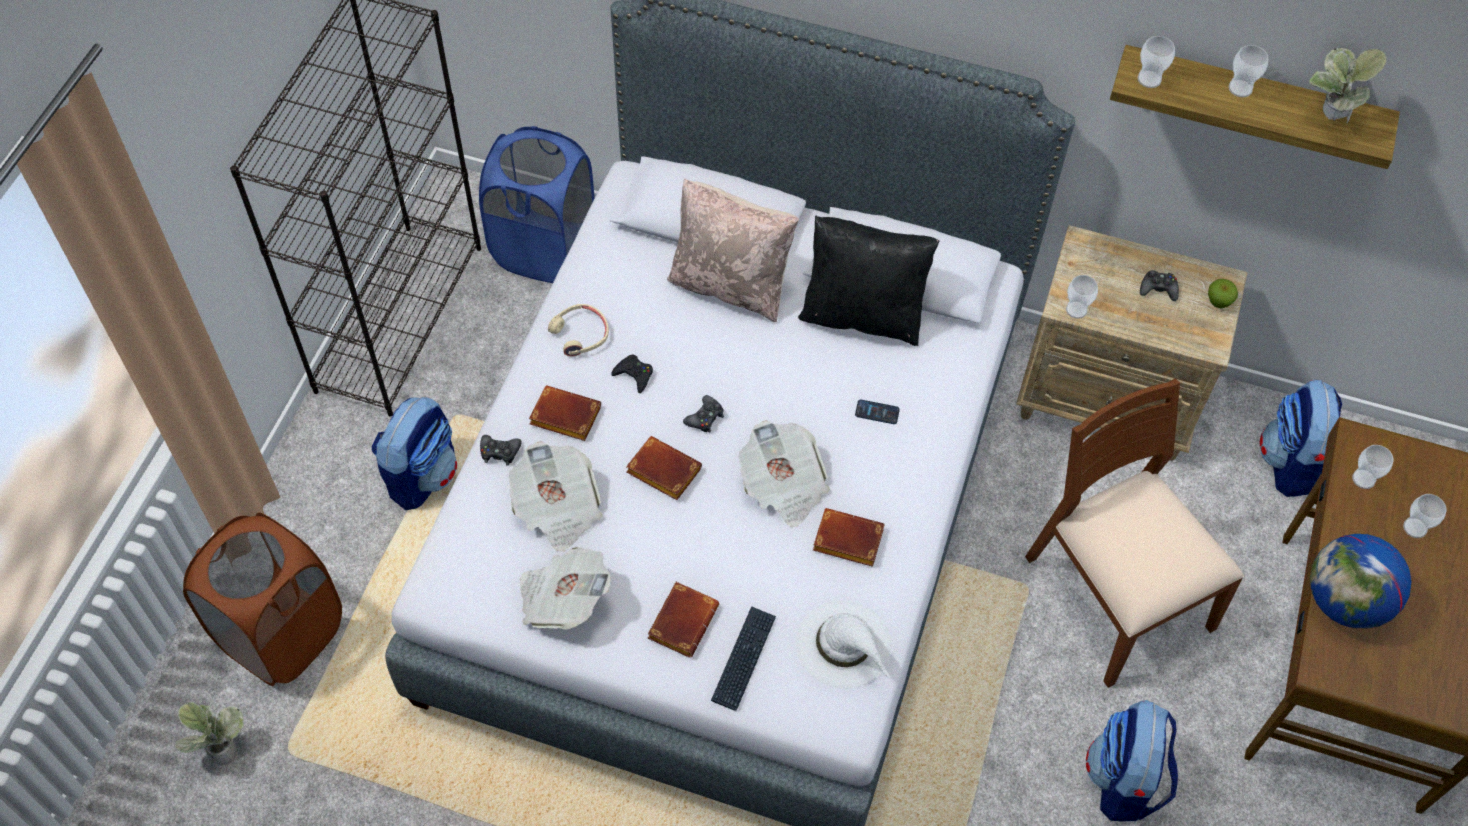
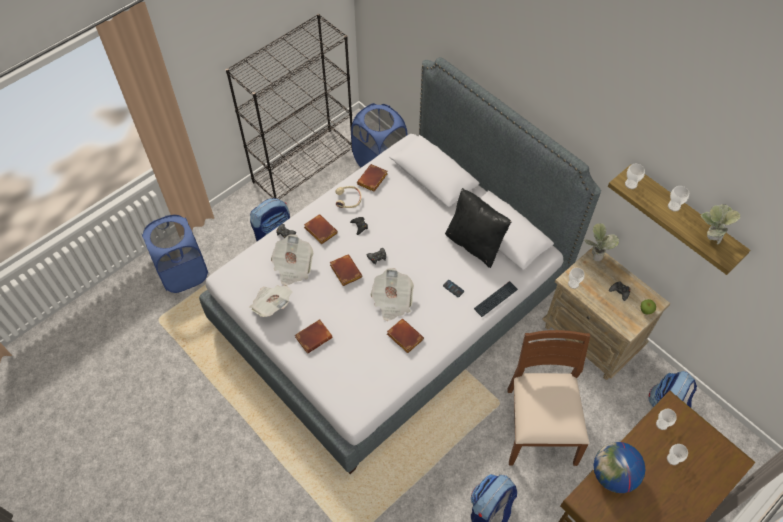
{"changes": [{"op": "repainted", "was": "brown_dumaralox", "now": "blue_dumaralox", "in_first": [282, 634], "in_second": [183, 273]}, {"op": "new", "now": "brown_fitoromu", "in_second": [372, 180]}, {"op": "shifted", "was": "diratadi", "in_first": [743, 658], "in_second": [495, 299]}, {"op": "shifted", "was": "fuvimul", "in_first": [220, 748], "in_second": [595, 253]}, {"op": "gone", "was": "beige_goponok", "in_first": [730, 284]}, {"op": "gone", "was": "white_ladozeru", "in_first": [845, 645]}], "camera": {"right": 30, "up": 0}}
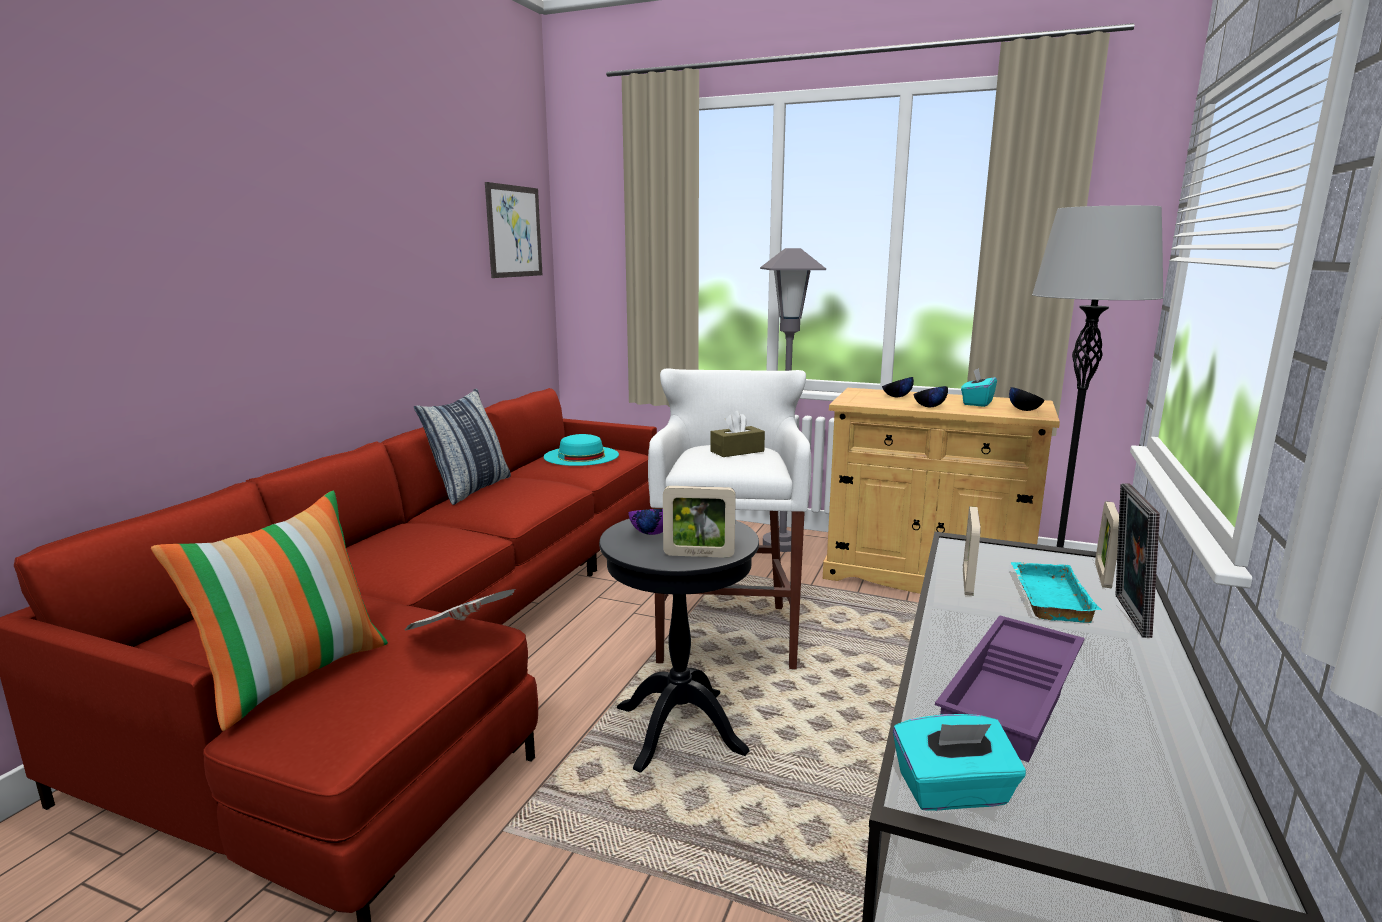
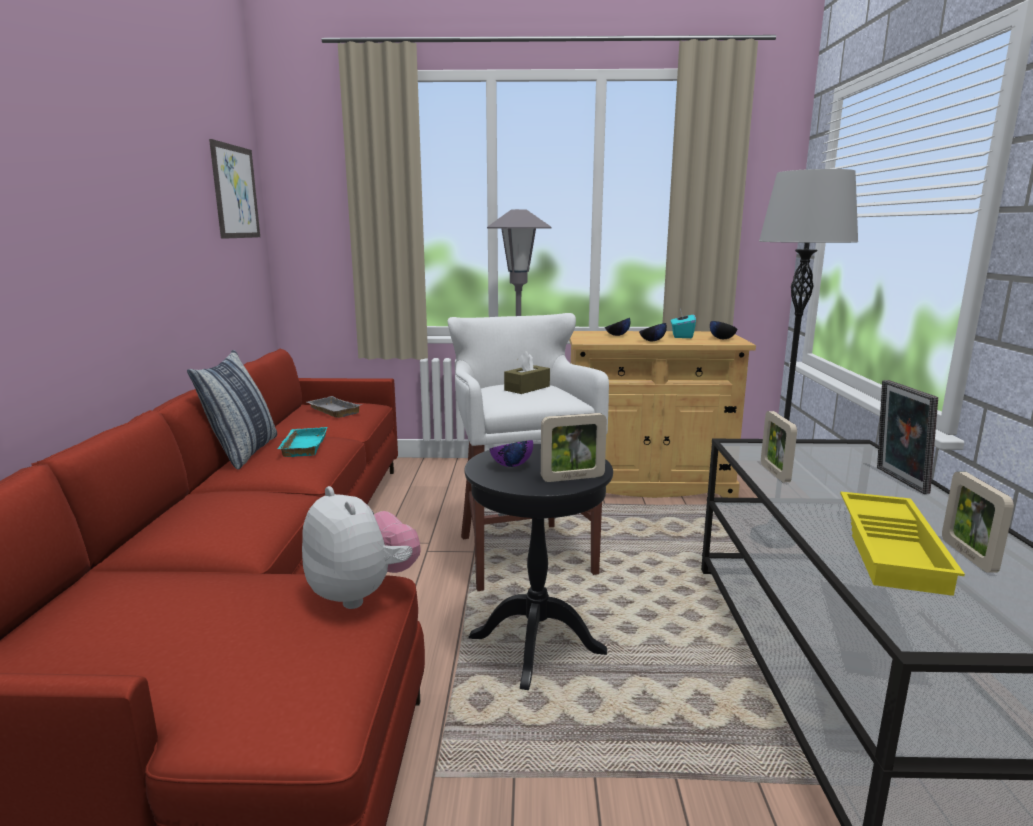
{"changes": [{"op": "shifted", "was": "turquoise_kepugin", "in_first": [1046, 597], "in_second": [302, 446]}, {"op": "swapped", "was": "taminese", "now": "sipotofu", "in_first": [462, 638], "in_second": [362, 593]}, {"op": "swapped", "was": "turquoise_ladozeru", "now": "grey_kepugin", "in_first": [581, 456], "in_second": [332, 411]}, {"op": "repainted", "was": "purple_kepugin", "now": "yellow_kepugin", "in_first": [1015, 696], "in_second": [894, 550]}, {"op": "shifted", "was": "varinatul", "in_first": [1102, 576], "in_second": [968, 555]}, {"op": "gone", "was": "goponok", "in_first": [295, 675]}, {"op": "gone", "was": "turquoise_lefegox", "in_first": [953, 792]}], "camera": {"right": -20, "up": 0}}
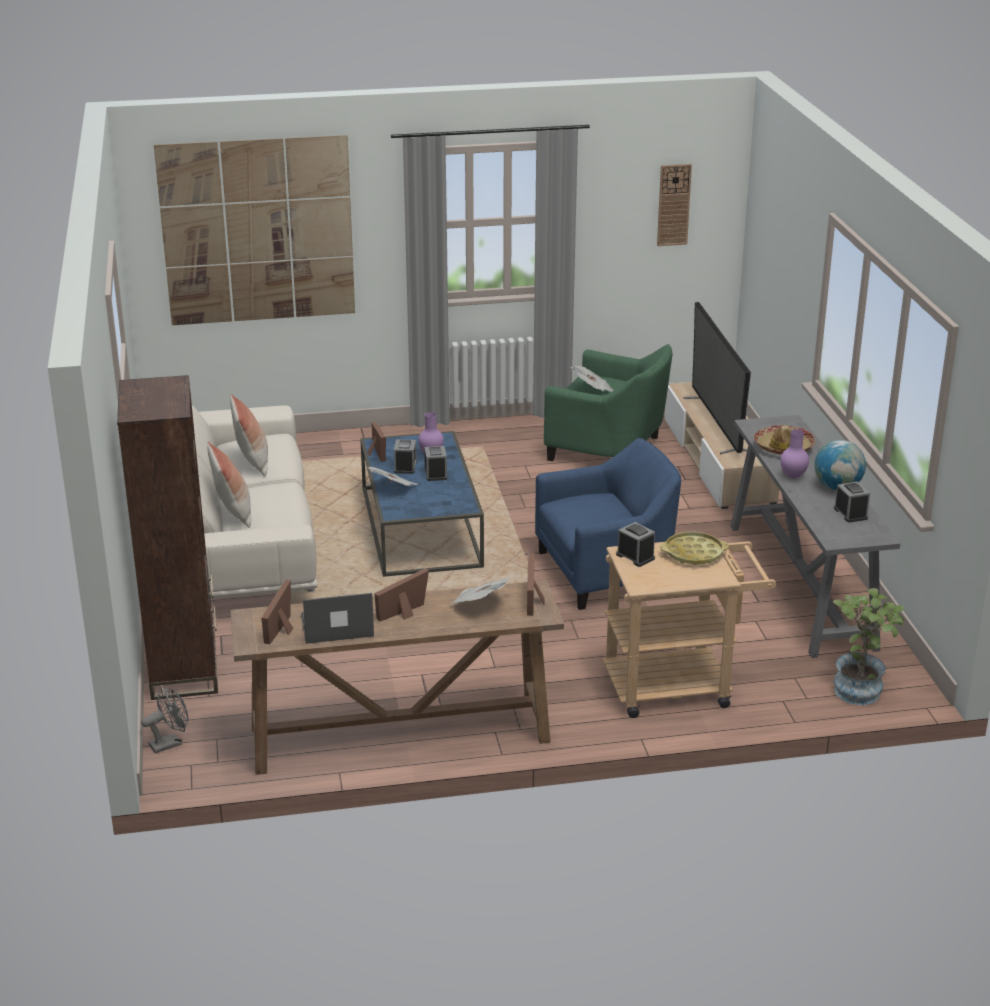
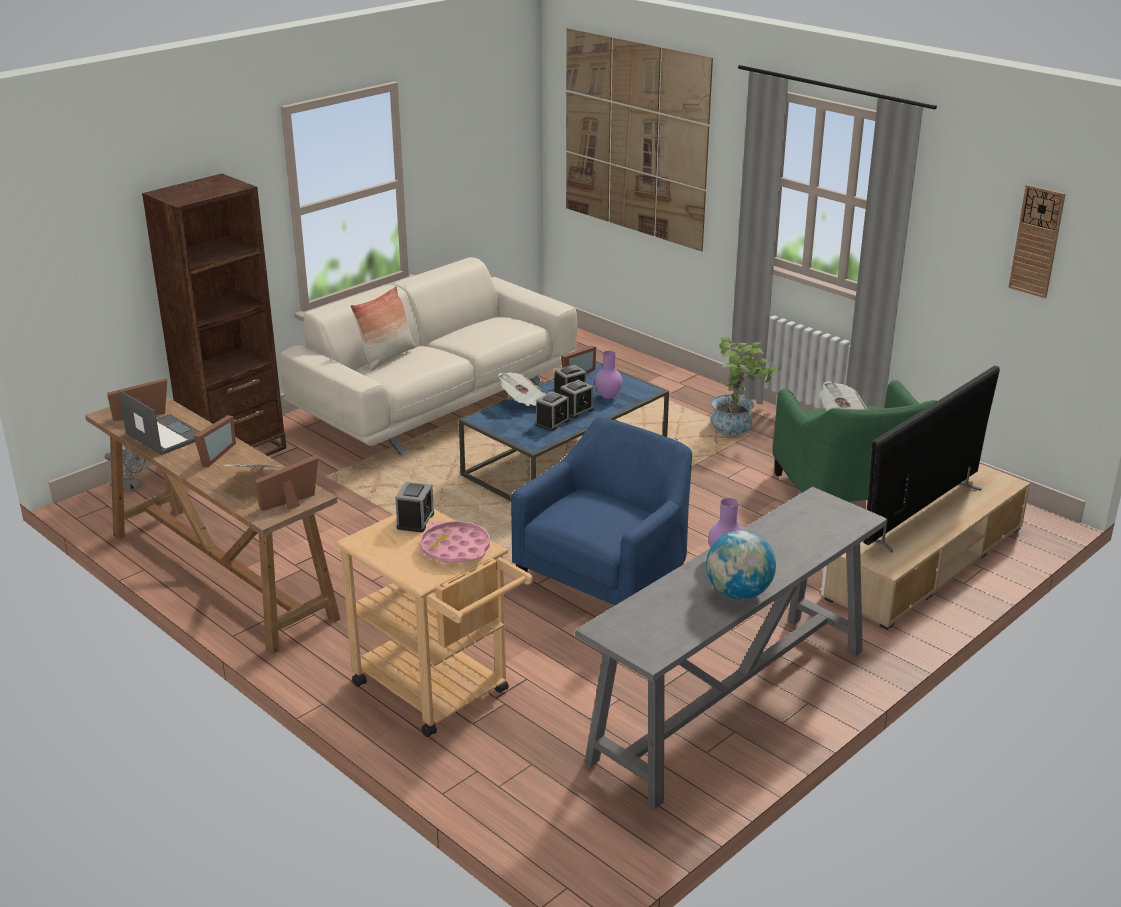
{"changes": [{"op": "rotated", "was": "varinatul", "in_first": [405, 613], "in_second": [212, 455], "clockwise": 90}, {"op": "repainted", "was": "yellow_kepugin", "now": "pink_kepugin", "in_first": [693, 553], "in_second": [455, 548]}, {"op": "rotated", "was": "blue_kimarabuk", "in_first": [606, 571], "in_second": [607, 577], "clockwise": -90}, {"op": "shifted", "was": "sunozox", "in_first": [850, 513], "in_second": [552, 423]}, {"op": "shifted", "was": "fuvimul", "in_first": [861, 688], "in_second": [737, 427]}, {"op": "gone", "was": "goponok", "in_first": [252, 462]}, {"op": "gone", "was": "ladozeru", "in_first": [783, 447]}], "camera": {"right": 55, "up": 0}}
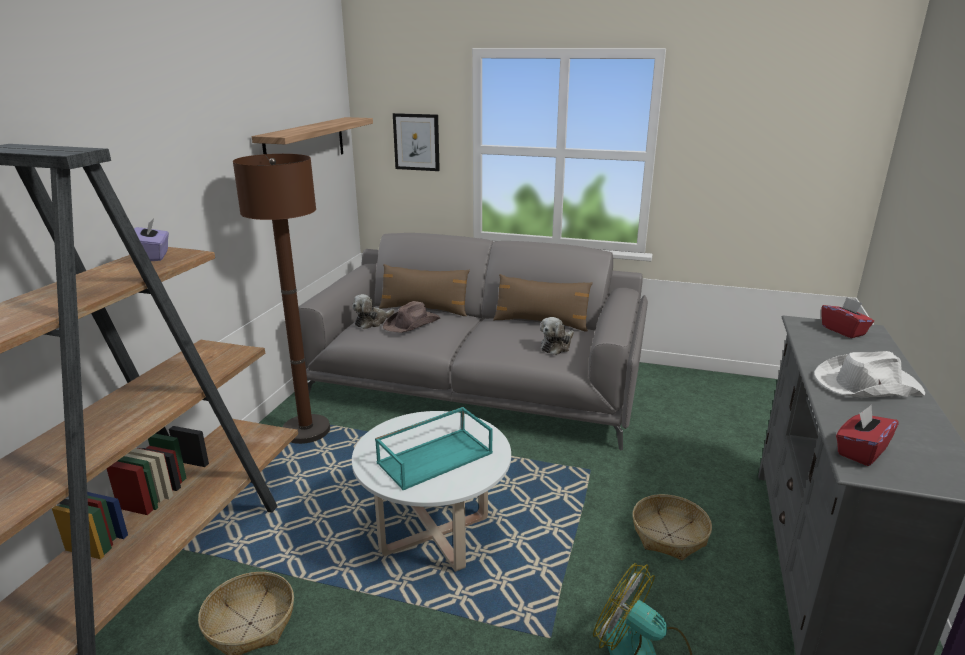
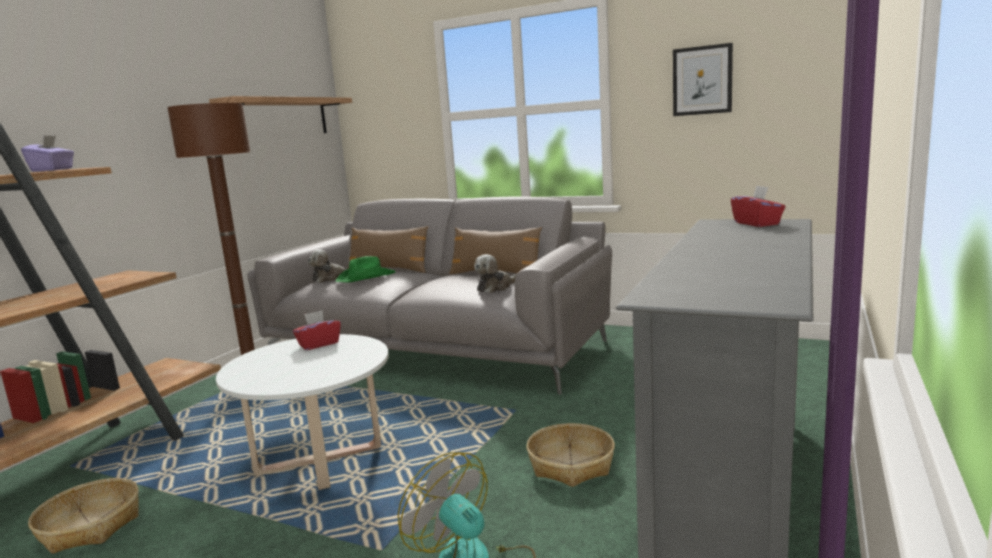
{"changes": [{"op": "shifted", "was": "red_lefegox", "in_first": [861, 451], "in_second": [318, 344]}, {"op": "repainted", "was": "brown_ladozeru", "now": "green_ladozeru", "in_first": [412, 324], "in_second": [366, 277]}, {"op": "shifted", "was": "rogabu", "in_first": [416, 142], "in_second": [702, 80]}, {"op": "gone", "was": "turquoise_kepugin", "in_first": [435, 457]}, {"op": "gone", "was": "white_ladozeru", "in_first": [865, 385]}], "camera": {"right": 10, "up": -10}}
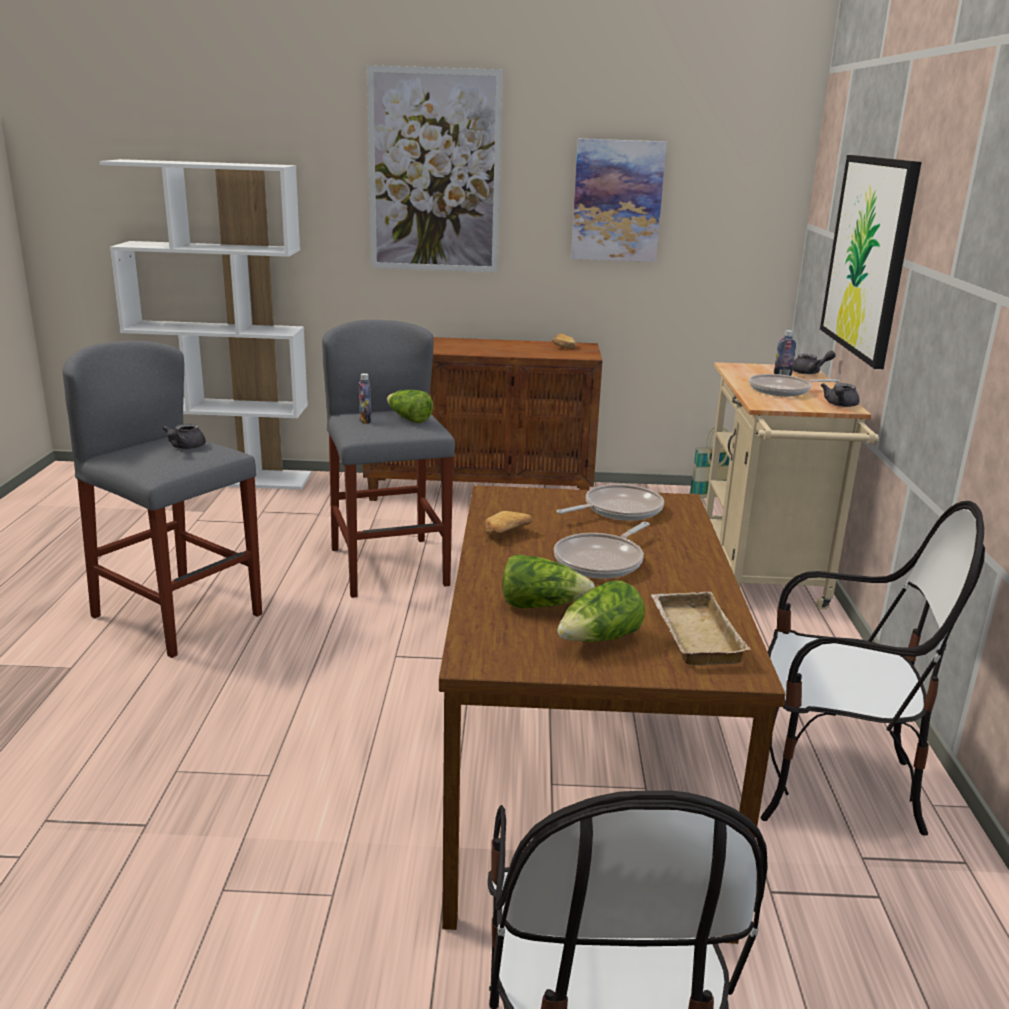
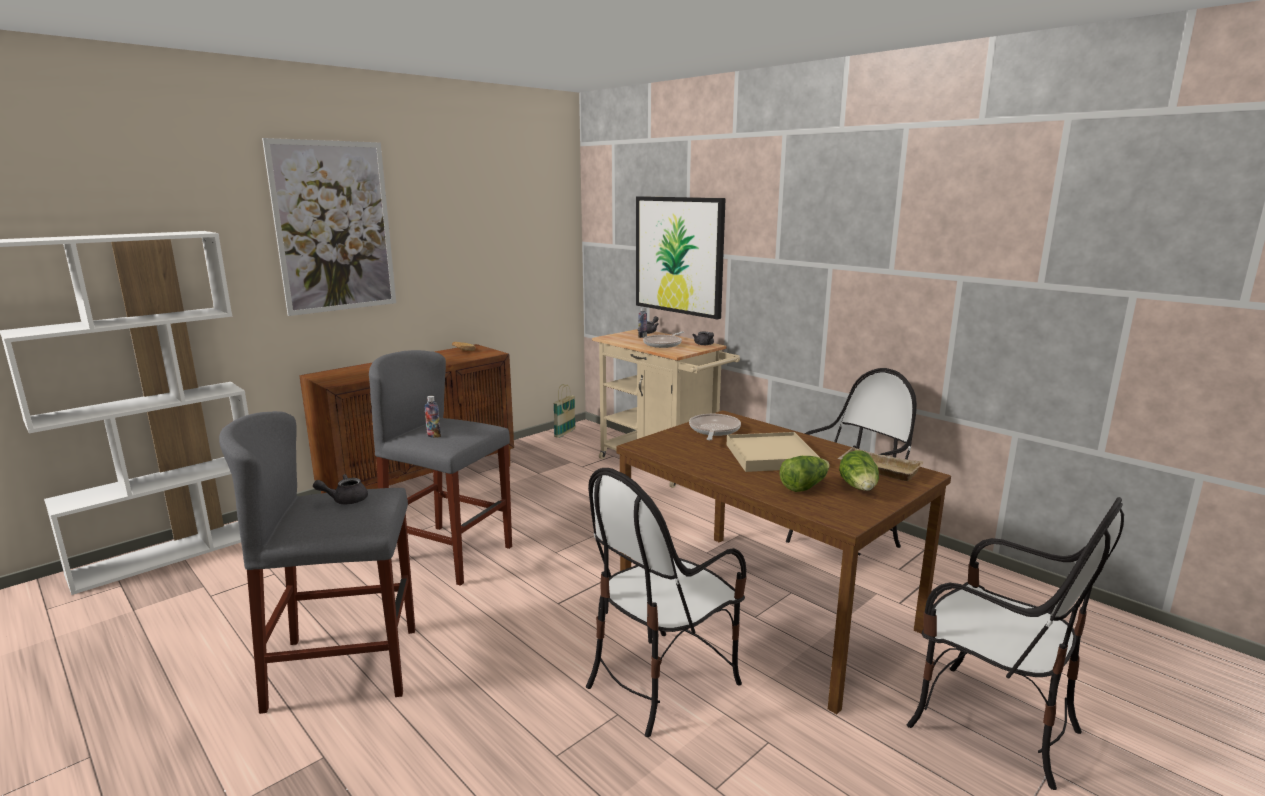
{"changes": [{"op": "rotated", "was": "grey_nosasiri", "in_first": [184, 447], "in_second": [345, 500], "clockwise": 105}, {"op": "new", "now": "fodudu", "in_second": [661, 681]}, {"op": "swapped", "was": "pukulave", "now": "beige_kepugin", "in_first": [602, 561], "in_second": [771, 456]}, {"op": "gone", "was": "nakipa", "in_first": [408, 419]}, {"op": "gone", "was": "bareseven", "in_first": [503, 534]}, {"op": "gone", "was": "rogabu", "in_first": [617, 201]}], "camera": {"right": -45, "up": -5}}
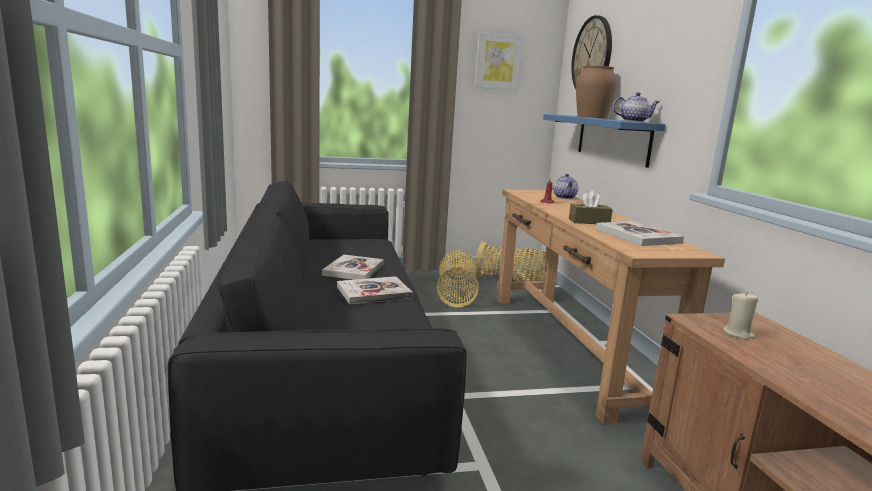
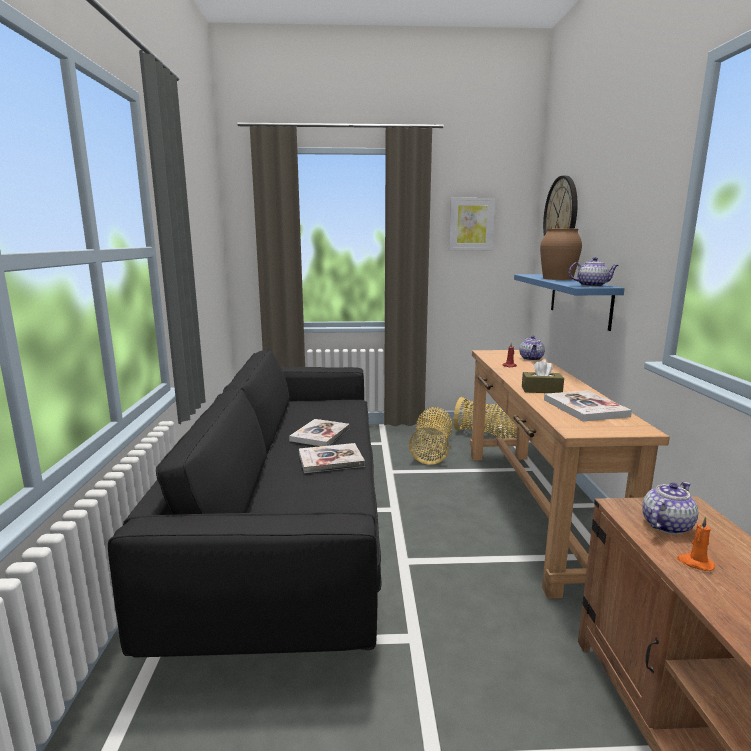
{"changes": [{"op": "swapped", "was": "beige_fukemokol", "now": "nosasiri", "in_first": [738, 334], "in_second": [666, 525]}, {"op": "new", "now": "orange_fukemokol", "in_second": [695, 563]}], "camera": {"right": 10, "up": 0}}
